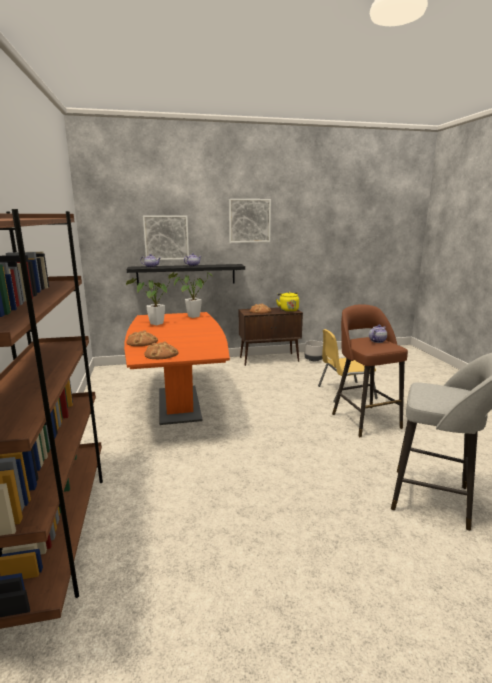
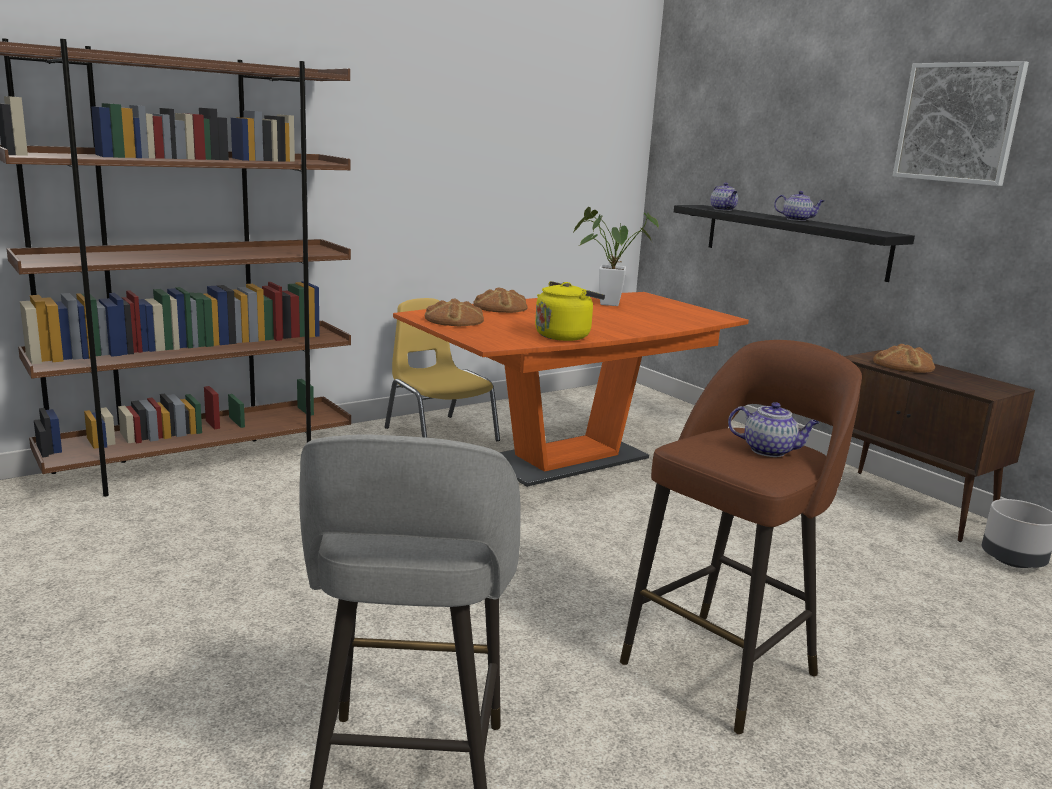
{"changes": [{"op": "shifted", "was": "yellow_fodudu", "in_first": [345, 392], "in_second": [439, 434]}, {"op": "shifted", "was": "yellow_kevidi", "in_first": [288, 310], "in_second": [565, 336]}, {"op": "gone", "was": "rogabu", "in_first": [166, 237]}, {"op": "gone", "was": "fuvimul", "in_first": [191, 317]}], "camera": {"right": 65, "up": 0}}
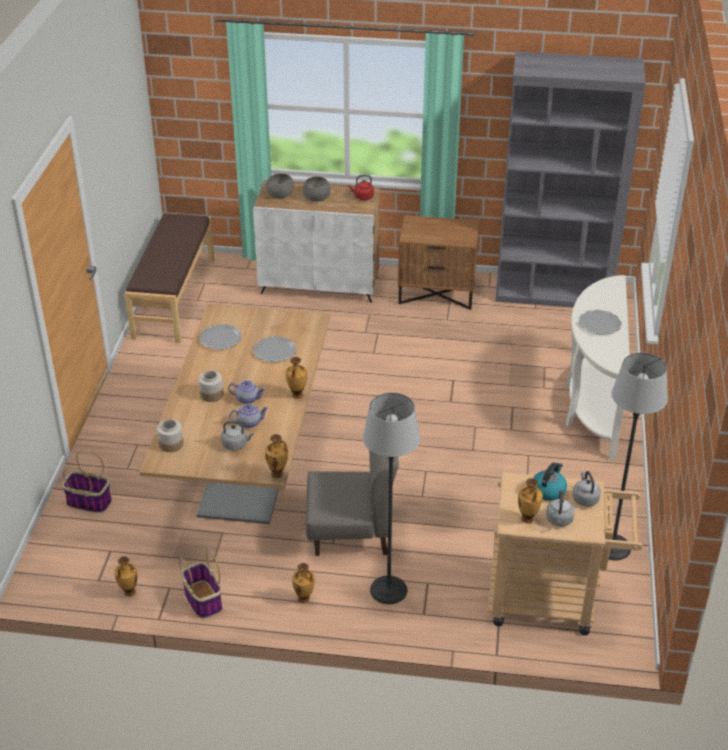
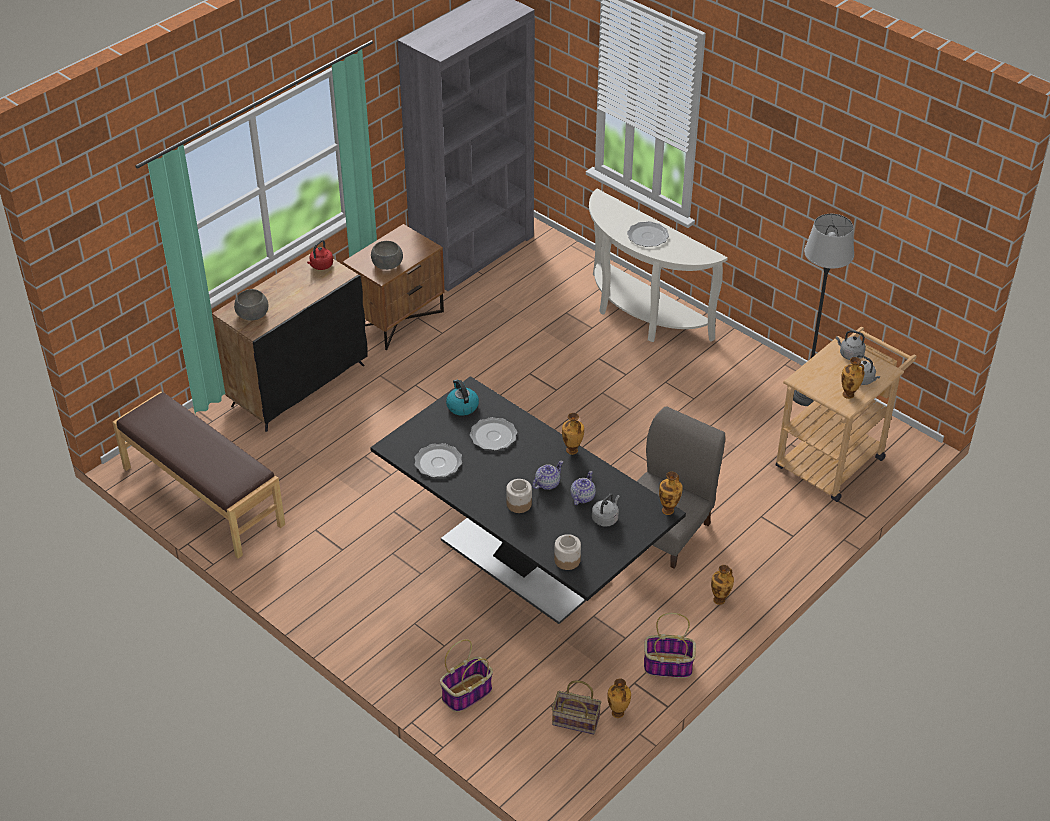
{"changes": [{"op": "repainted", "was": "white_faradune", "now": "black_faradune", "in_first": [320, 285], "in_second": [299, 385]}, {"op": "repainted", "was": "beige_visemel", "now": "black_visemel", "in_first": [248, 469], "in_second": [524, 560]}, {"op": "shifted", "was": "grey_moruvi", "in_first": [316, 198], "in_second": [387, 264]}, {"op": "shifted", "was": "kevidi", "in_first": [548, 490], "in_second": [462, 406]}, {"op": "new", "now": "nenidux", "in_second": [574, 721]}, {"op": "gone", "was": "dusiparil", "in_first": [388, 590]}], "camera": {"right": -55, "up": 5}}
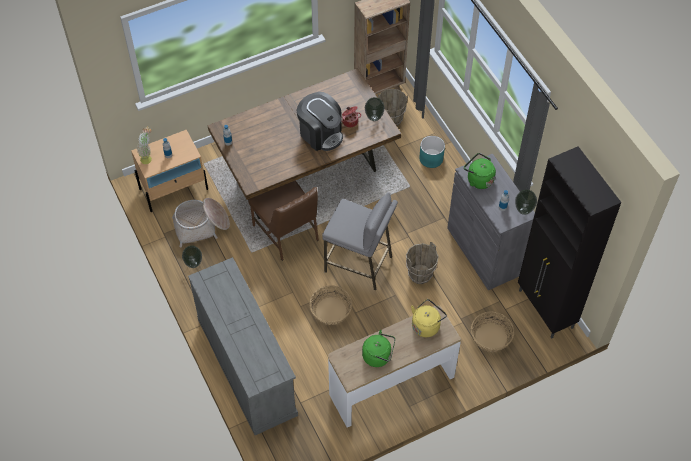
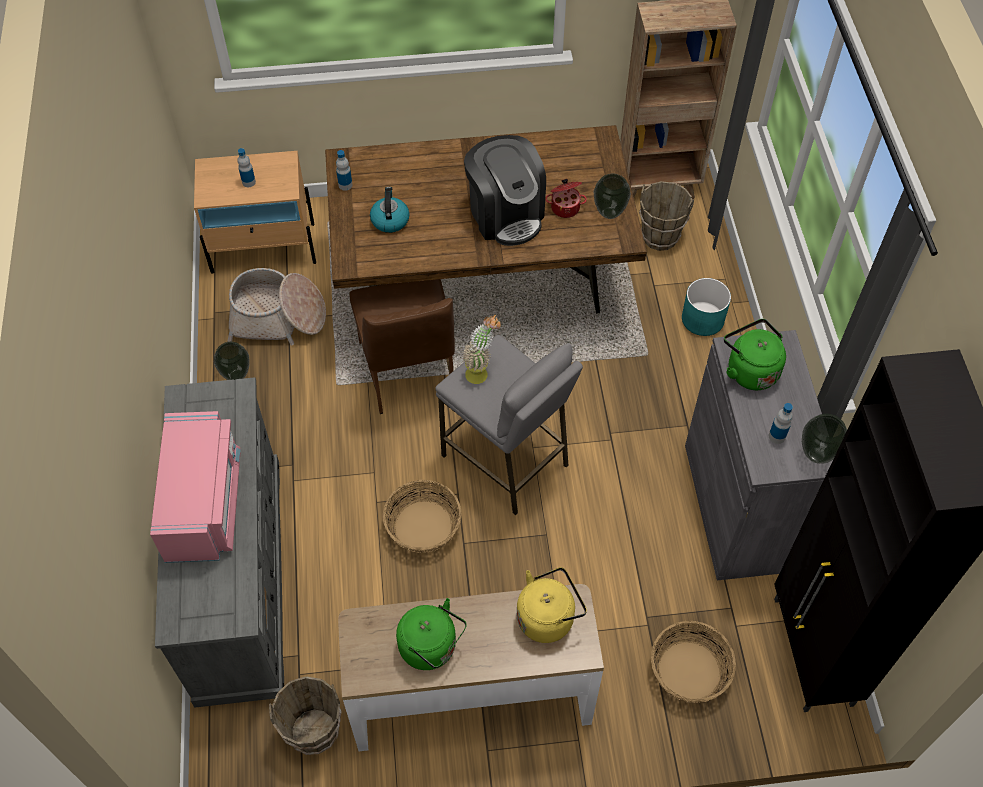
{"changes": [{"op": "new", "now": "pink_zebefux", "in_second": [203, 503]}, {"op": "shifted", "was": "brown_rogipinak", "in_first": [420, 275], "in_second": [314, 732]}, {"op": "new", "now": "kevidi", "in_second": [390, 220]}, {"op": "shifted", "was": "fuvimul", "in_first": [148, 157], "in_second": [481, 371]}], "camera": {"right": 20, "up": 0}}
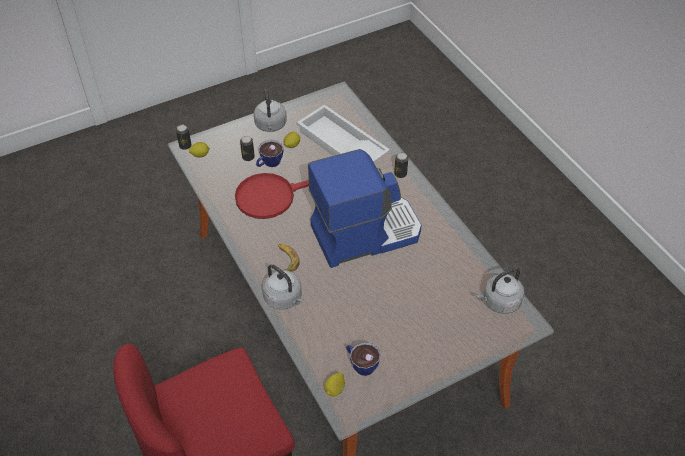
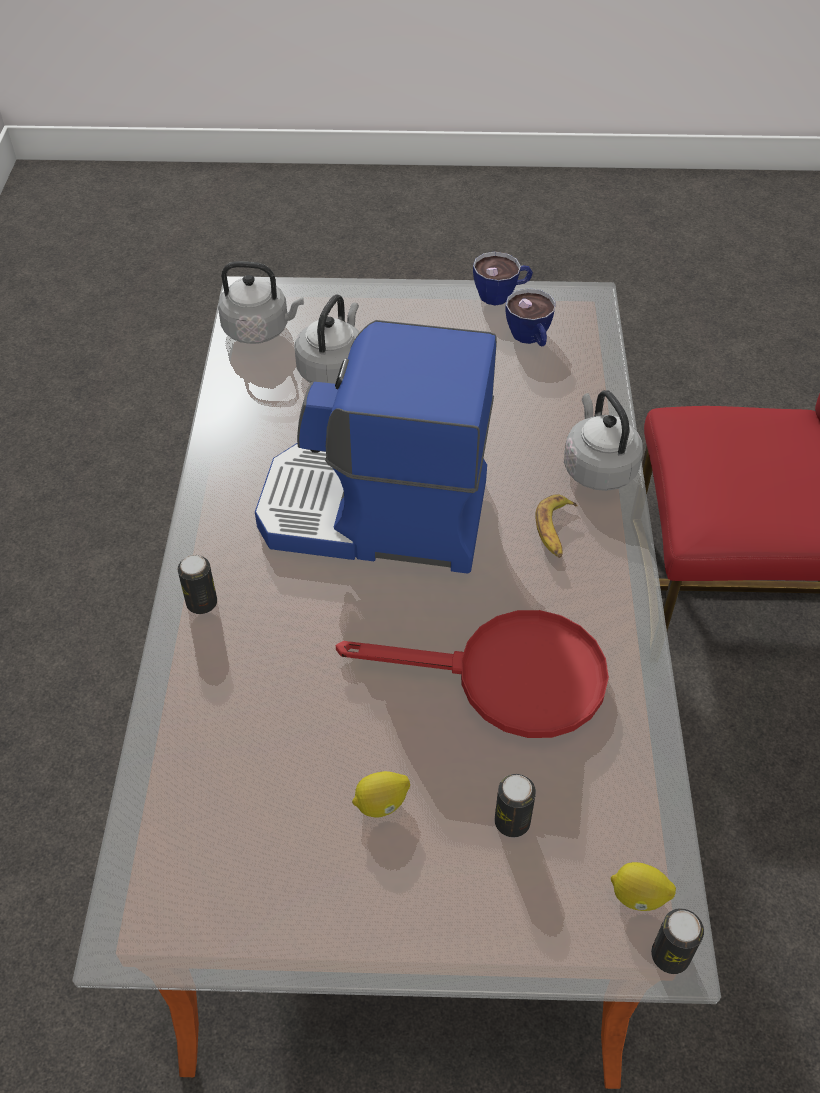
{"changes": [{"op": "shifted", "was": "grey_kevidi", "in_first": [271, 126], "in_second": [333, 369]}, {"op": "shifted", "was": "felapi", "in_first": [269, 163], "in_second": [502, 294]}, {"op": "gone", "was": "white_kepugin", "in_first": [340, 145]}, {"op": "gone", "was": "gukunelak", "in_first": [335, 389]}], "camera": {"right": -150, "up": 0}}
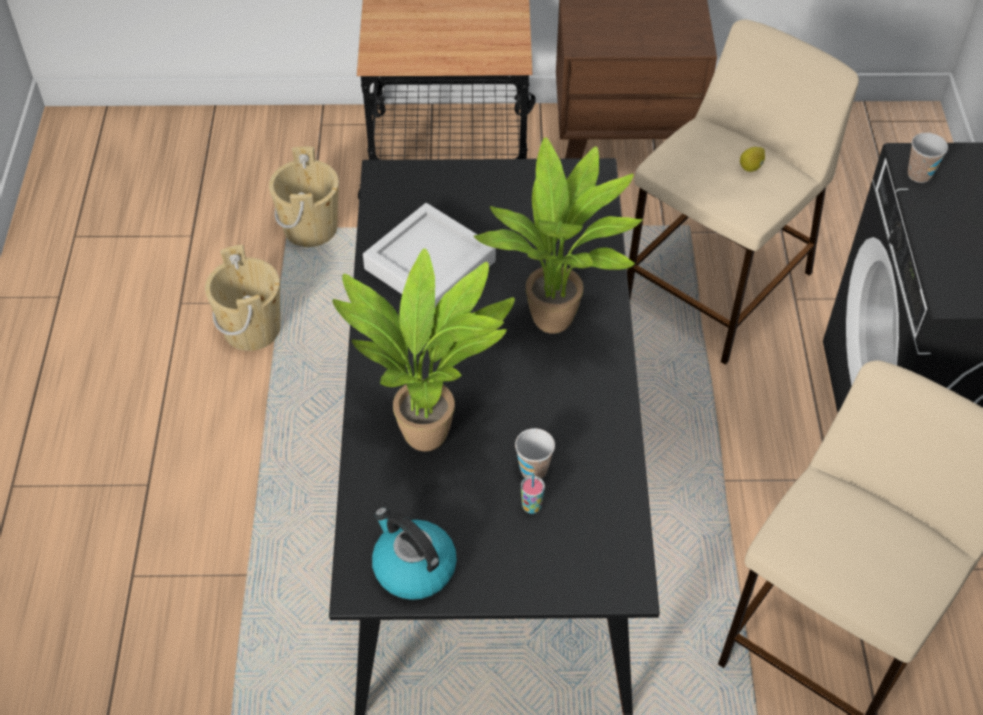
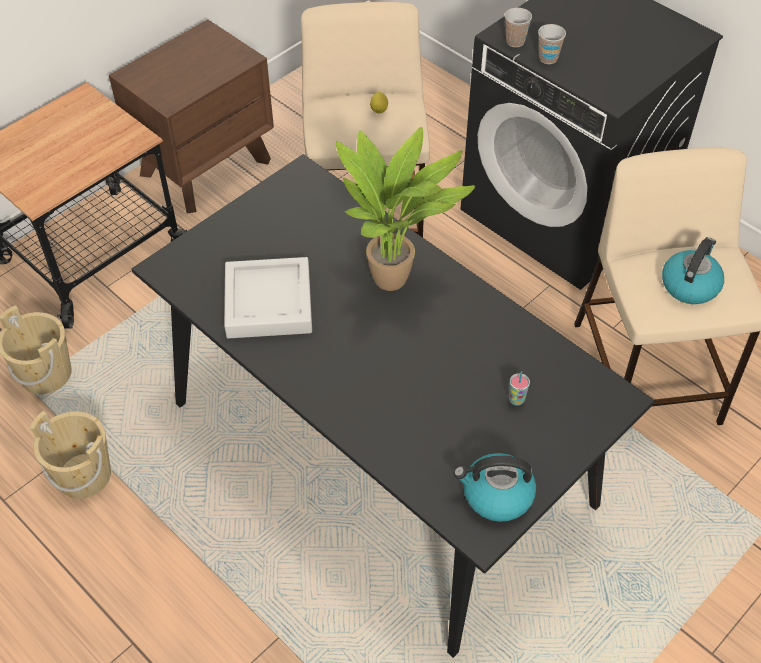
{"changes": [{"op": "shifted", "was": "felapi", "in_first": [533, 470], "in_second": [548, 58]}, {"op": "new", "now": "kevidi", "in_second": [689, 285]}, {"op": "gone", "was": "fuvimul", "in_first": [431, 432]}], "camera": {"right": -45, "up": 0}}
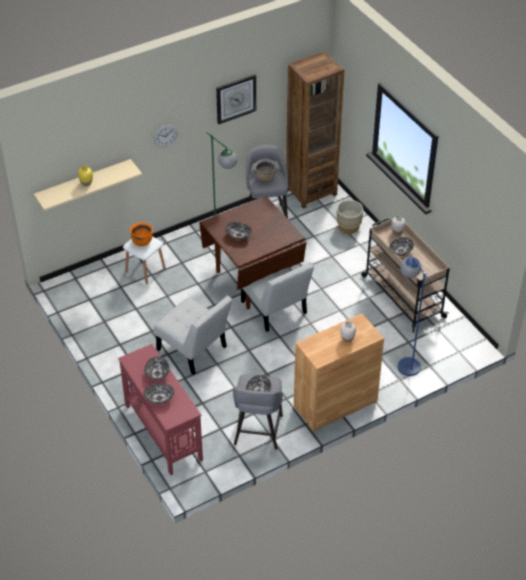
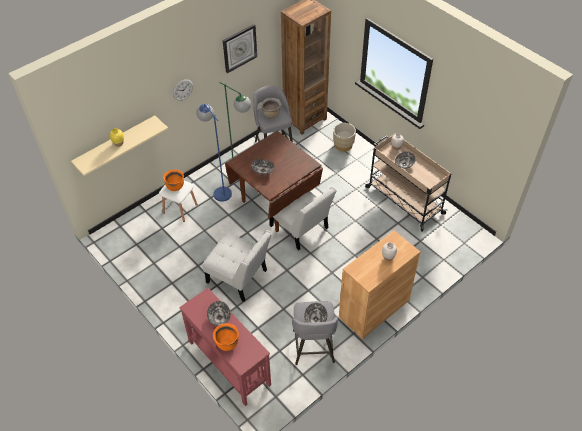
{"changes": [{"op": "shifted", "was": "blue_dusiparil", "in_first": [405, 361], "in_second": [219, 190]}, {"op": "swapped", "was": "moruvi", "now": "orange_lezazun", "in_first": [159, 399], "in_second": [227, 343]}], "camera": {"right": -10, "up": 5}}
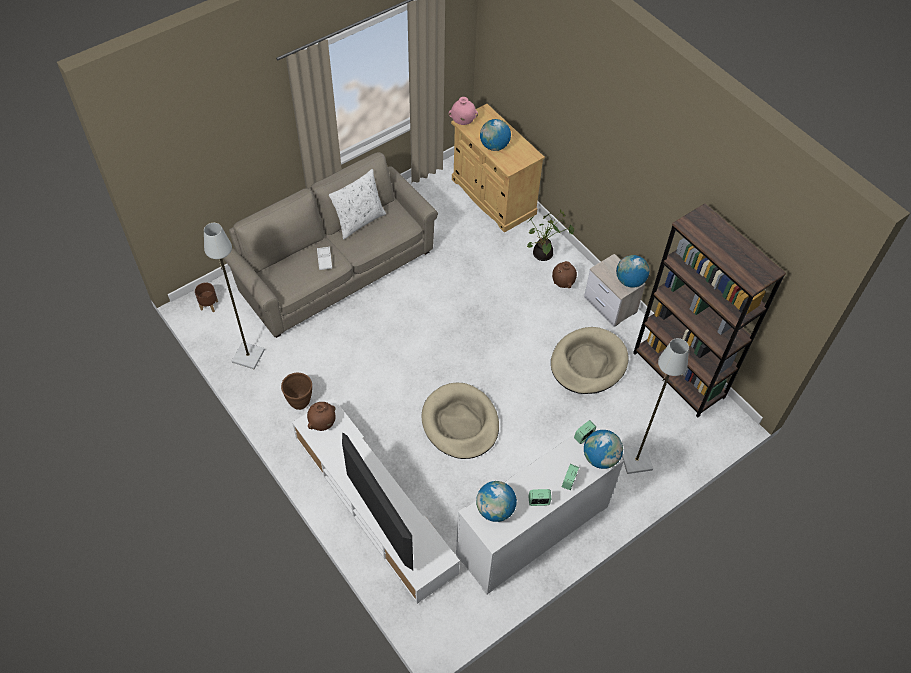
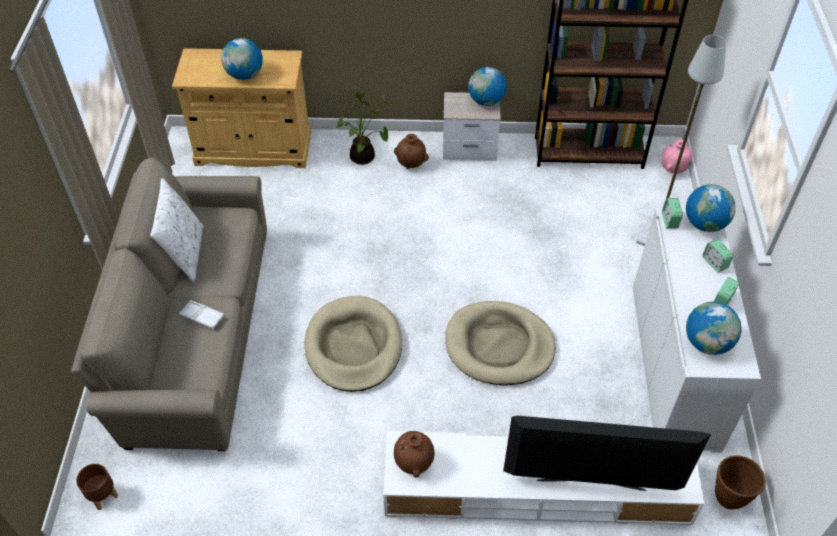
{"changes": [{"op": "shifted", "was": "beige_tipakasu", "in_first": [588, 363], "in_second": [353, 346]}, {"op": "shifted", "was": "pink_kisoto", "in_first": [462, 122], "in_second": [673, 170]}, {"op": "shifted", "was": "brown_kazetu", "in_first": [300, 402], "in_second": [728, 497]}, {"op": "gone", "was": "grey_dusiparil", "in_first": [248, 356]}], "camera": {"right": -50, "up": -5}}
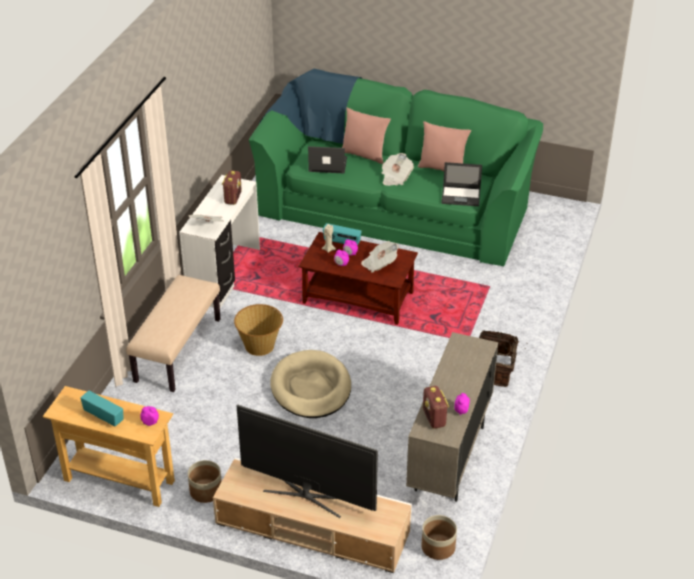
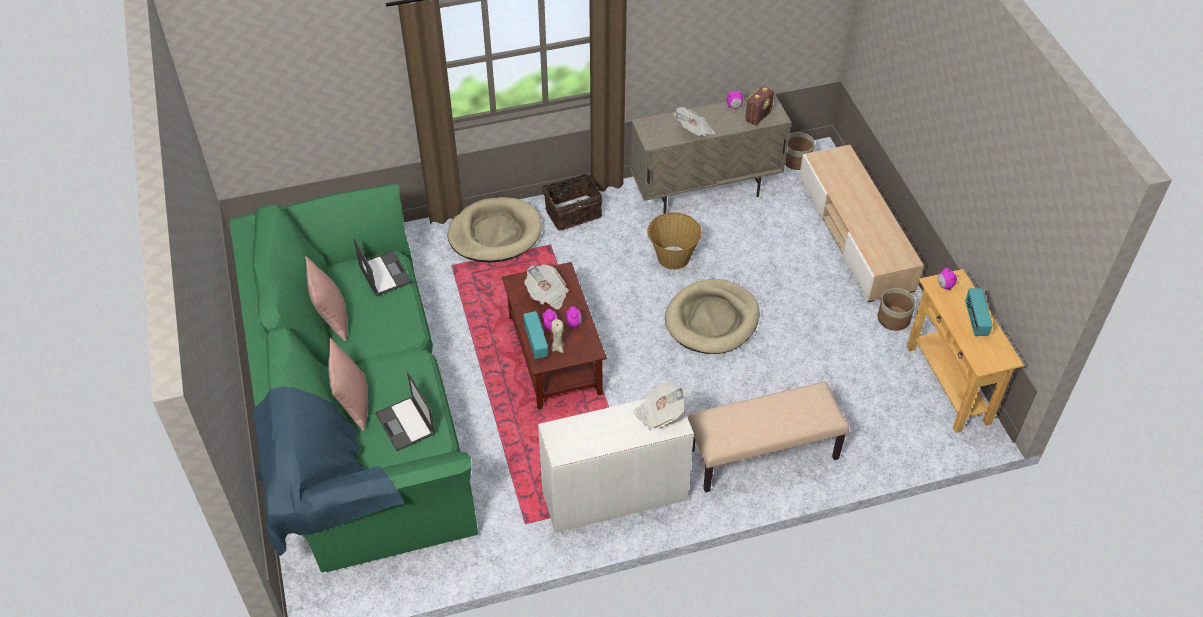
{"changes": [{"op": "new", "now": "beige_tipakasu", "in_second": [495, 233]}, {"op": "shifted", "was": "nenidux", "in_first": [260, 345], "in_second": [672, 257]}, {"op": "shifted", "was": "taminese", "in_first": [395, 178], "in_second": [693, 131]}, {"op": "gone", "was": "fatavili", "in_first": [233, 198]}, {"op": "gone", "was": "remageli", "in_first": [307, 494]}], "camera": {"right": -125, "up": 10}}
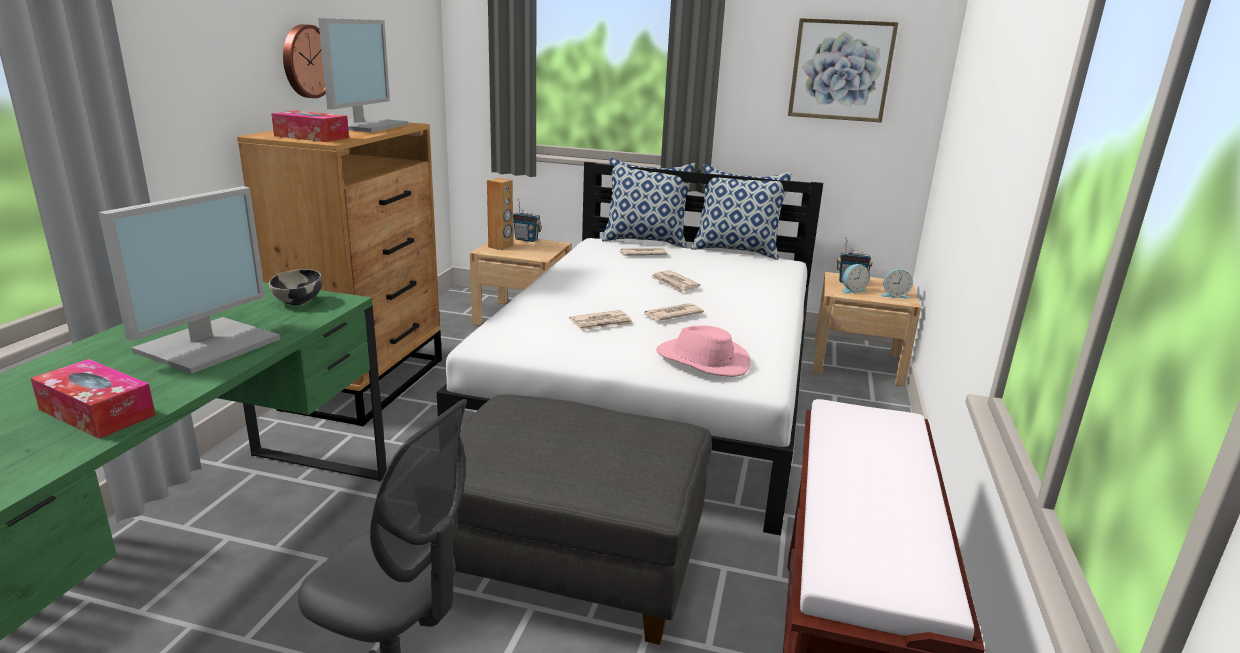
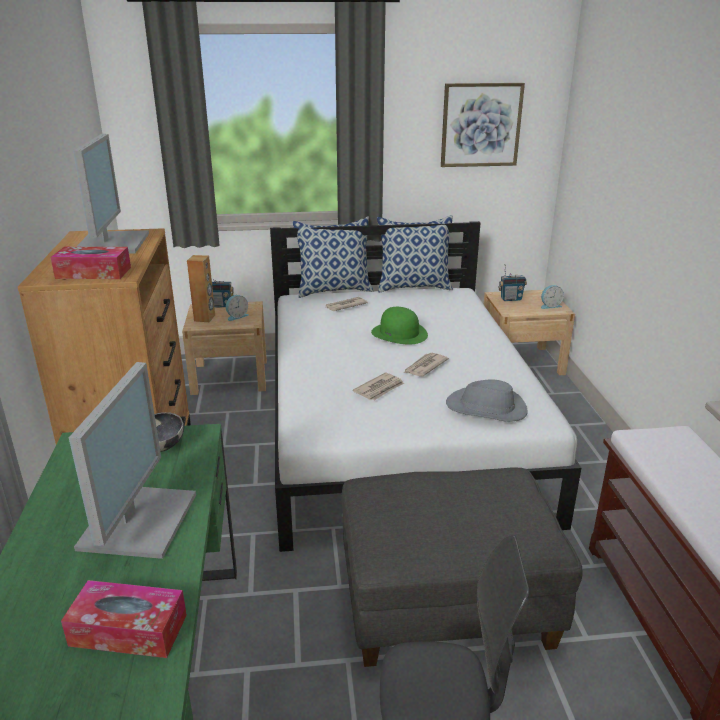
{"changes": [{"op": "shifted", "was": "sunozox", "in_first": [852, 290], "in_second": [236, 316]}, {"op": "swapped", "was": "taminese", "now": "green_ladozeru", "in_first": [674, 283], "in_second": [399, 333]}, {"op": "repainted", "was": "pink_ladozeru", "now": "grey_ladozeru", "in_first": [702, 361], "in_second": [486, 408]}, {"op": "gone", "was": "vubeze", "in_first": [305, 61]}], "camera": {"right": -20, "up": 5}}
